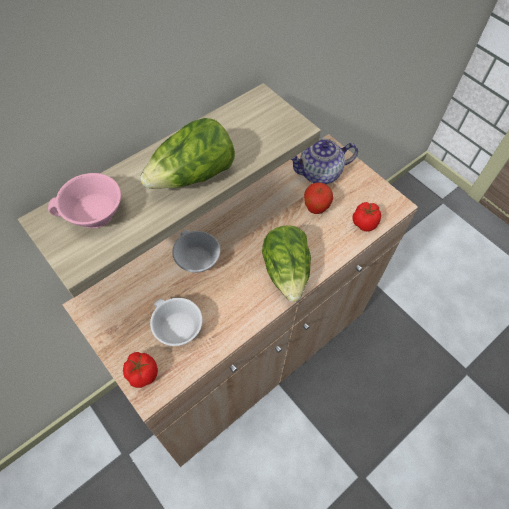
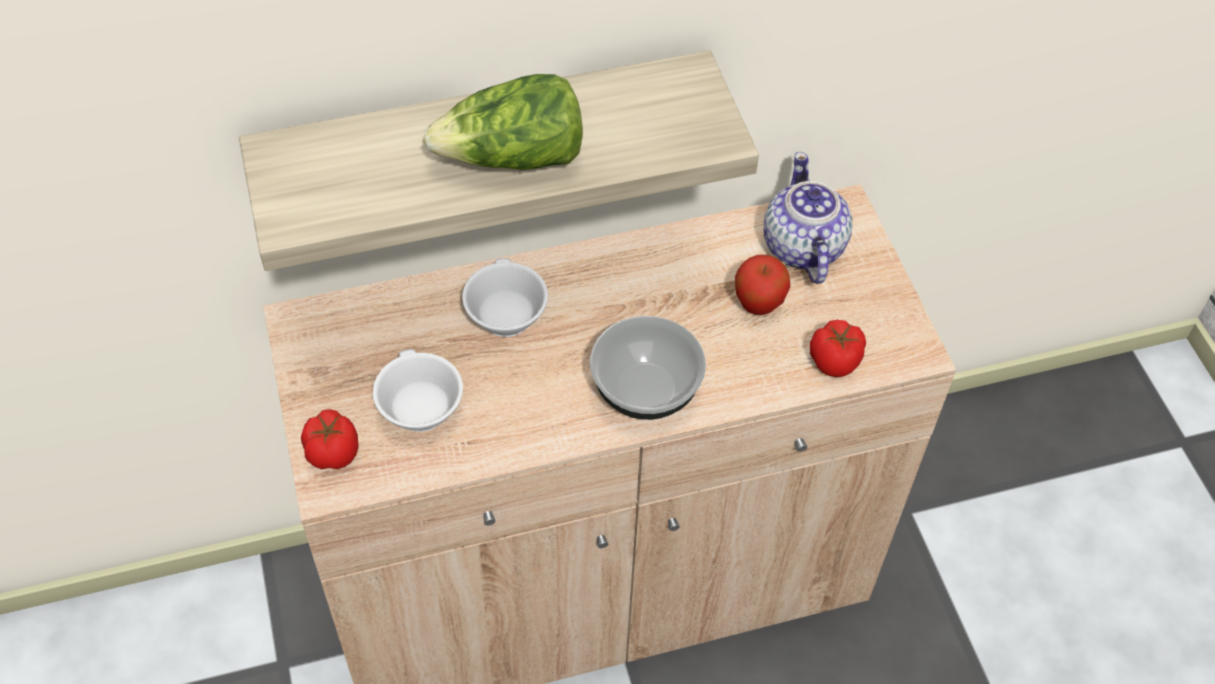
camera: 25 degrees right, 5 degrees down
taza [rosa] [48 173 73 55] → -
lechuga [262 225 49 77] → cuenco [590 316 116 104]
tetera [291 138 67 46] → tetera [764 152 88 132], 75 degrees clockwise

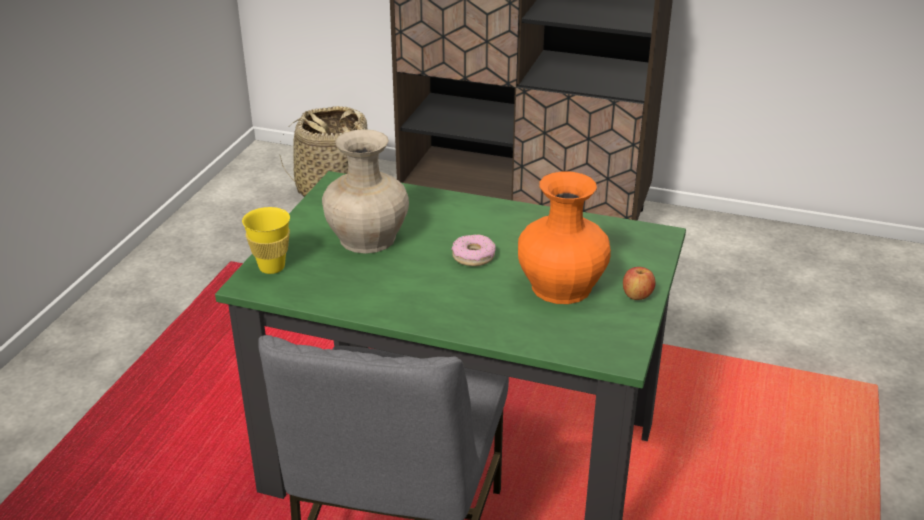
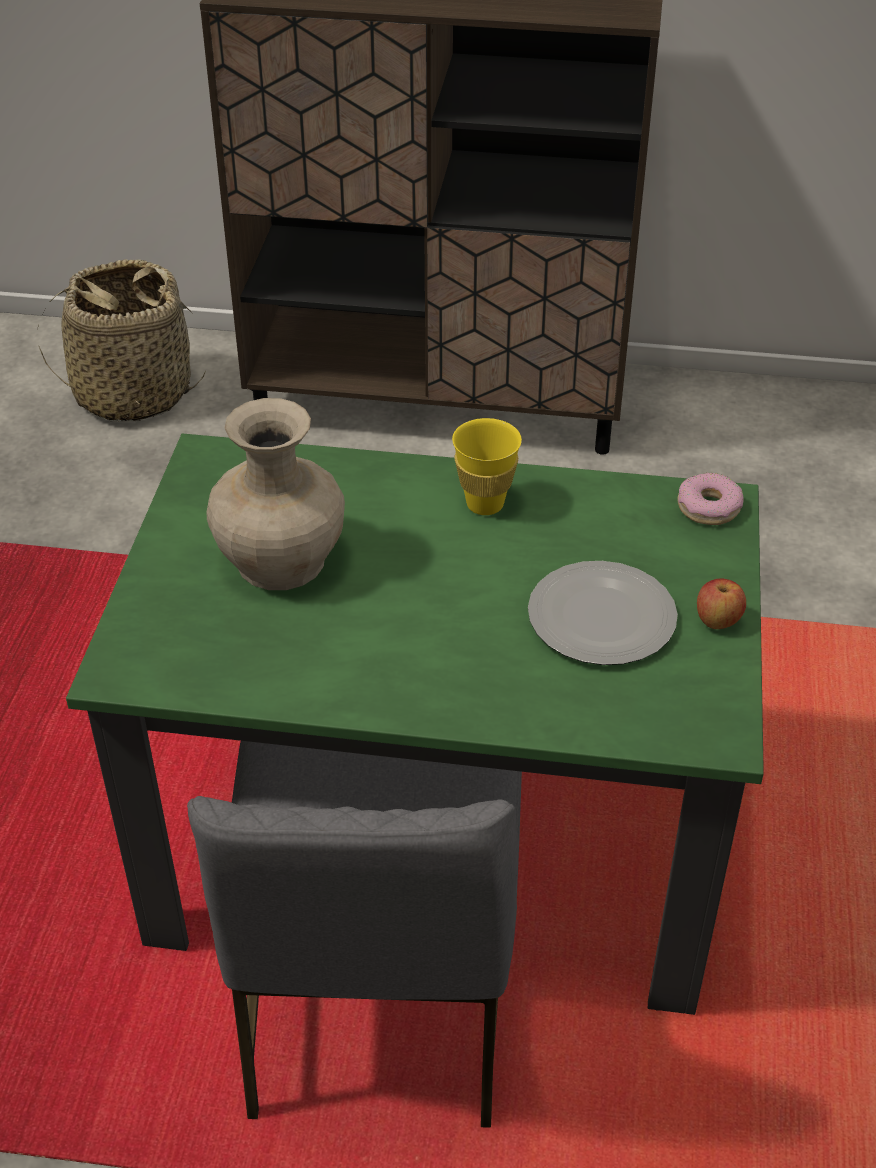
camera: 10 degrees left, 10 degrees up
taza [amarillo] [242 207 48 67] → taza [amarillo] [452 418 70 97], shifted
rosquilla [452 234 44 32] → rosquilla [677 473 67 52], shifted
florero [naranja] [518 171 93 133] → plato [528 561 150 104]

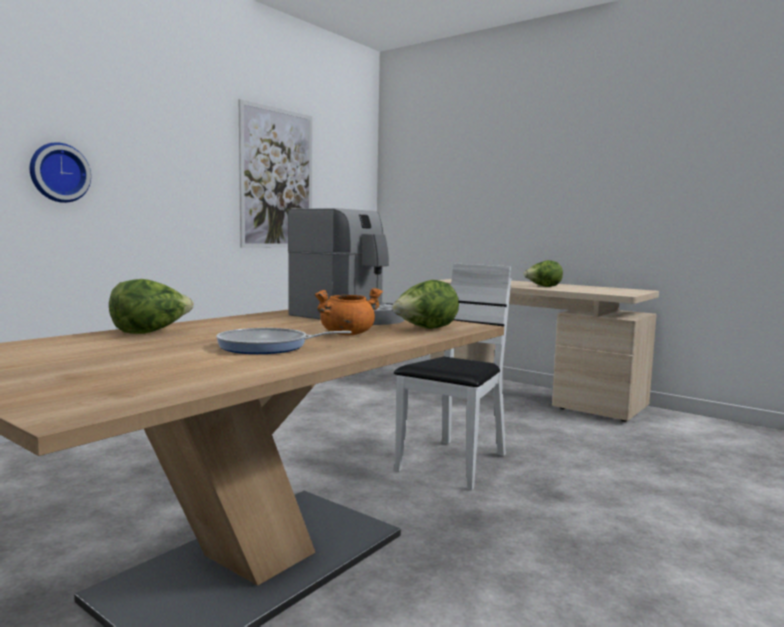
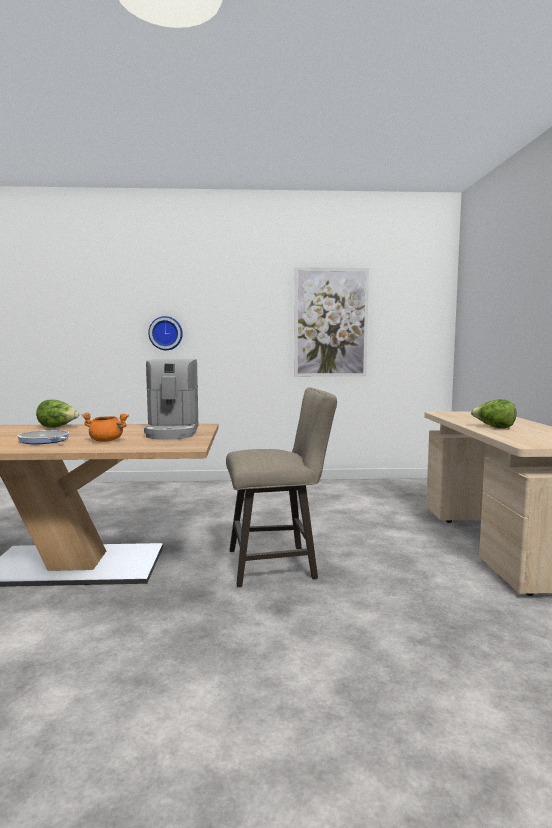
camera: 50 degrees right, 0 degrees up
lechuga [392 280 67 49] → -
silla [blanco] [394 264 117 226] → taburete [beis] [226 387 111 200]

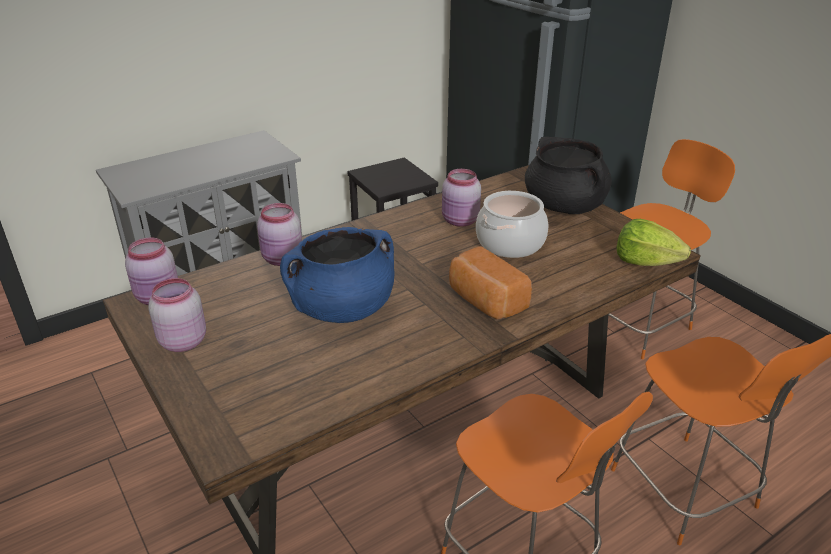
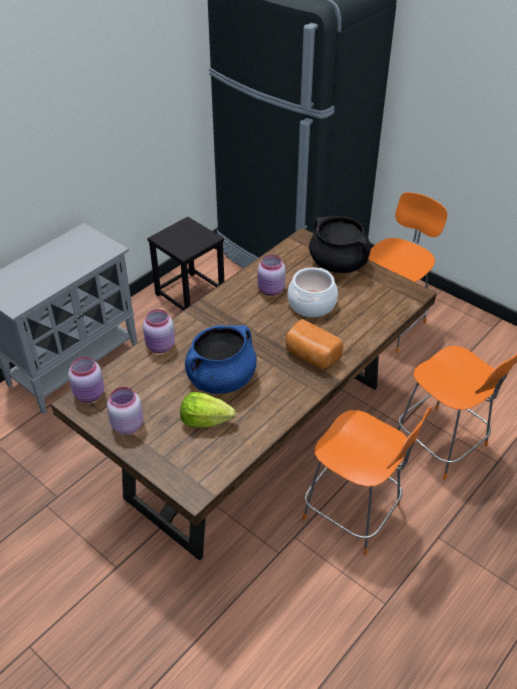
camera: 15 degrees left, 10 degrees up
lechuga [616 219 75 47] → lechuga [180 392 56 36], shifted

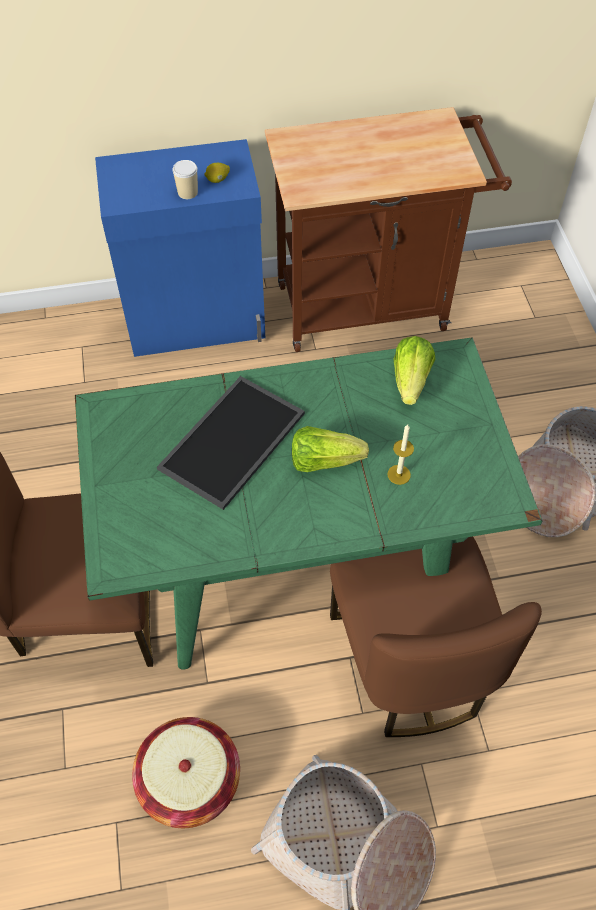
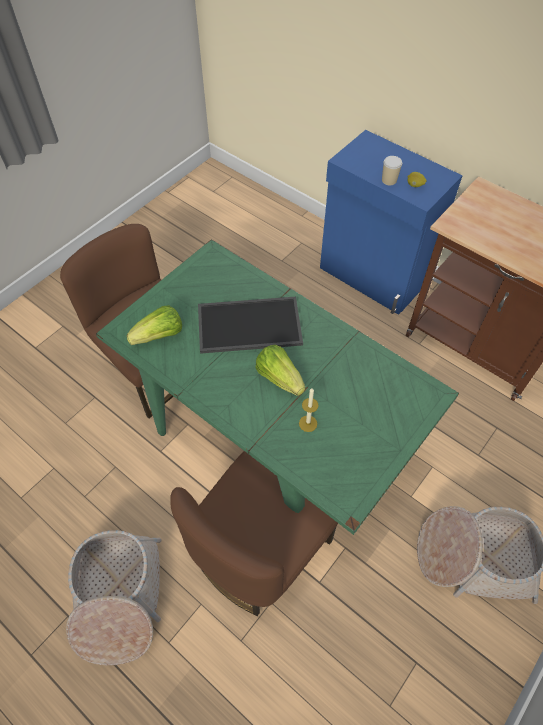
camera: 50 degrees right, 0 degrees up
cesta [132 717 108 111] → -
lechuga [394 336 42 69] → lechuga [126 305 56 40], shifted

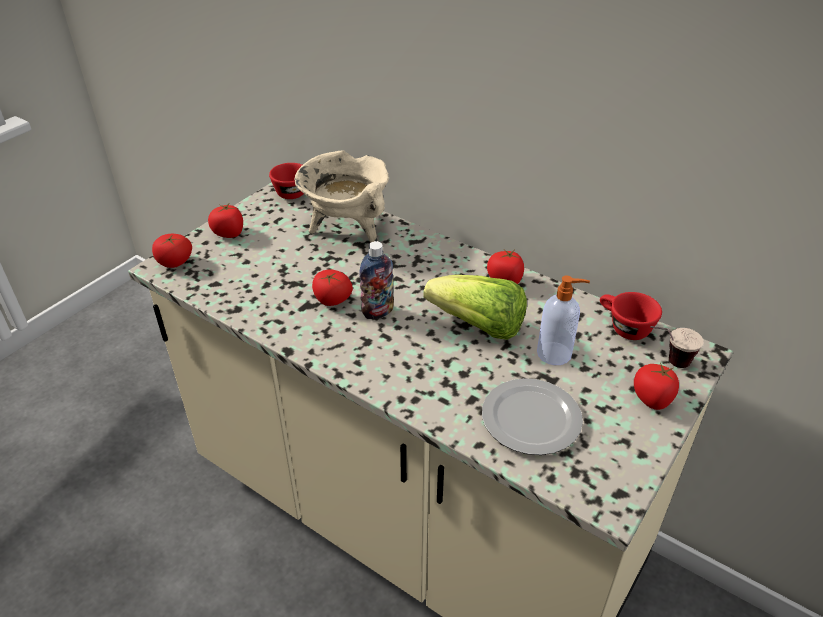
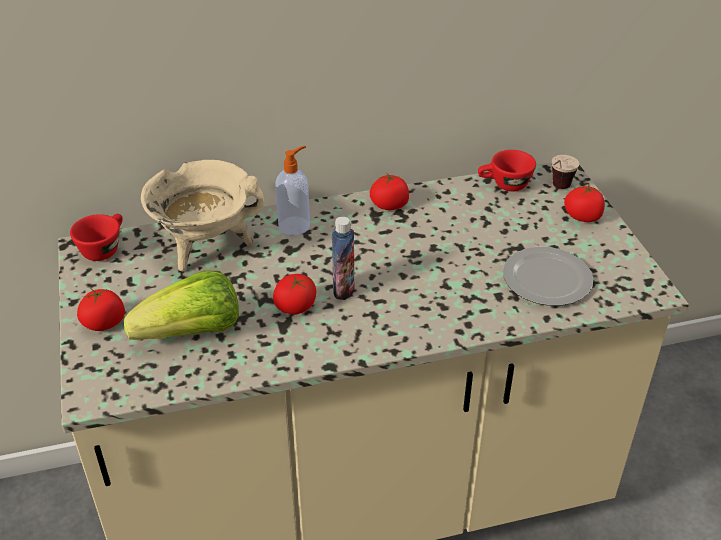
camera: 50 degrees left, 0 degrees up
tomate [152 234 40 34] → -
lechuga [423 275 104 65] → lechuga [124 270 115 70], shifted
dispensador de jabón [537 276 53 89] → dispensador de jabón [275 146 35 90], shifted

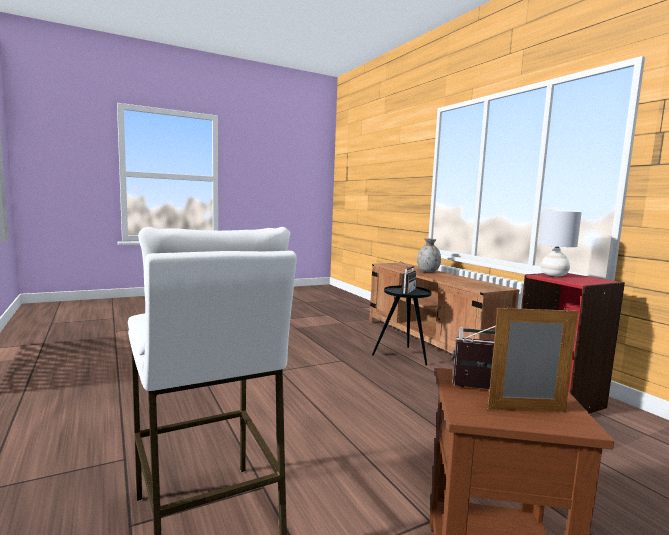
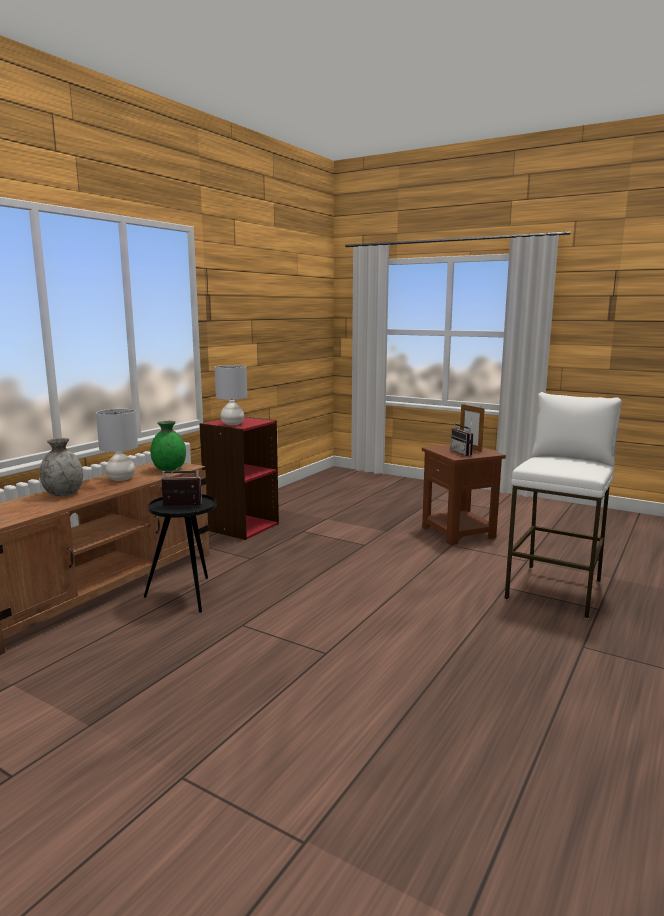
camera: 120 degrees left, 5 degrees up
- → lámpara de mesa [gris] [96 409 42 72]
- → florero [verde] [150 421 36 50]

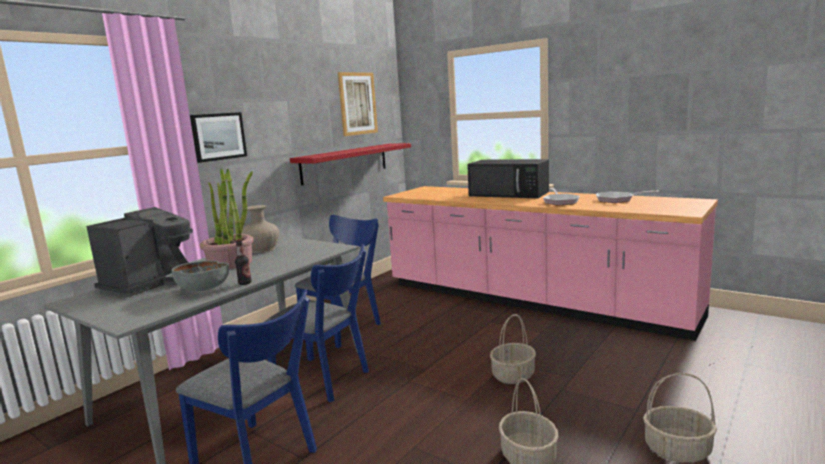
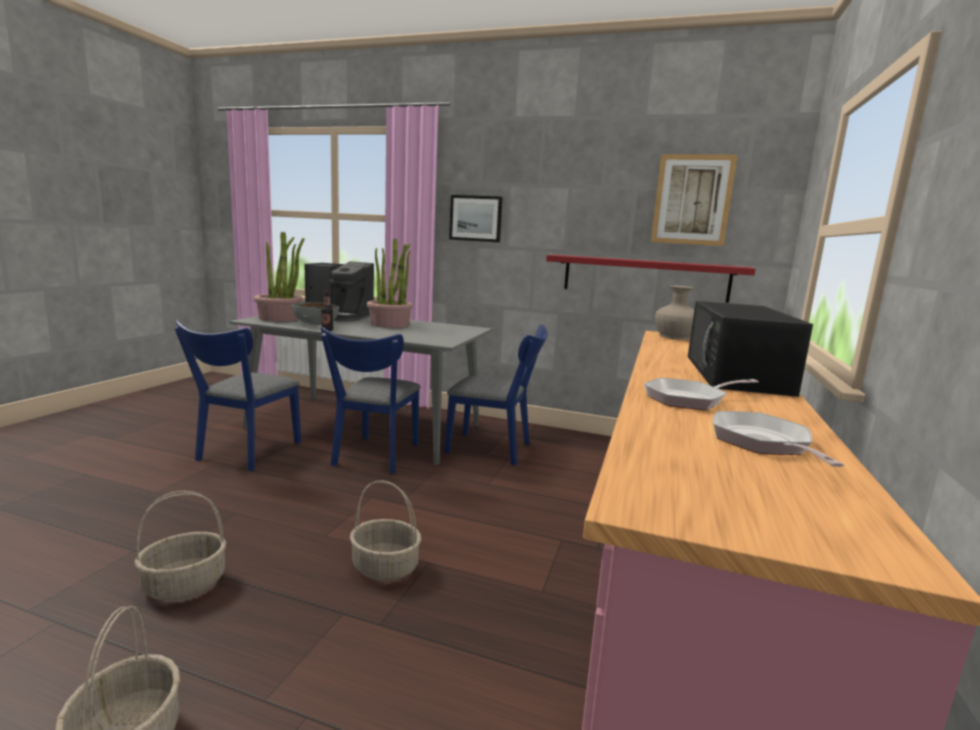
camera: 70 degrees right, 0 degrees up
- → planta en maceta [254 232 50 90]
florero [beis] [241 205 38 48] → florero [beis] [655 285 39 55], shifted

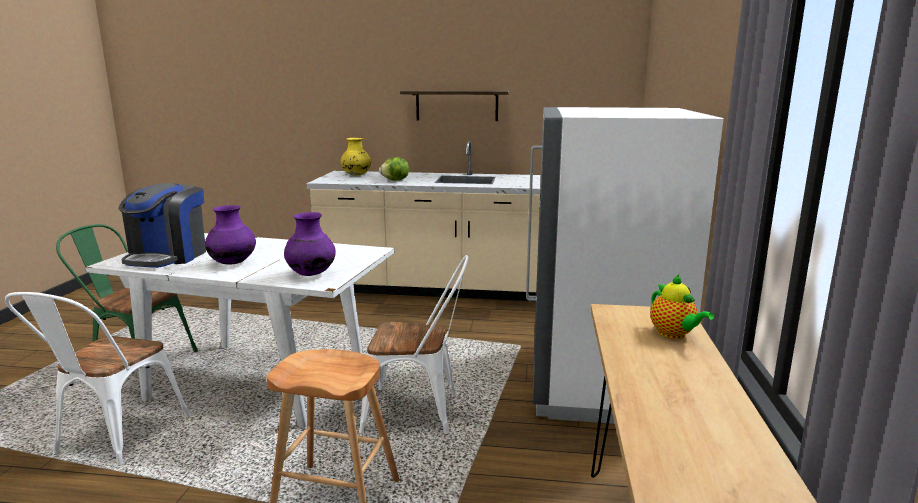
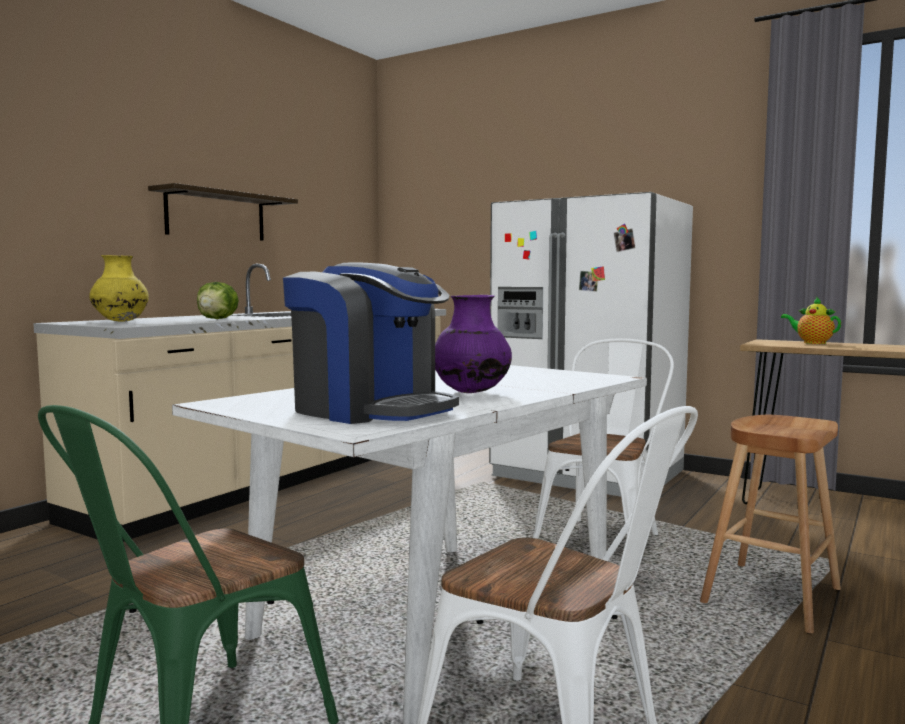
camera: 65 degrees left, 10 degrees down
florero [morado] [284 212 52 64] → -
tetera [650 275 64 64] → tetera [781 297 60 47], 135 degrees counterclockwise

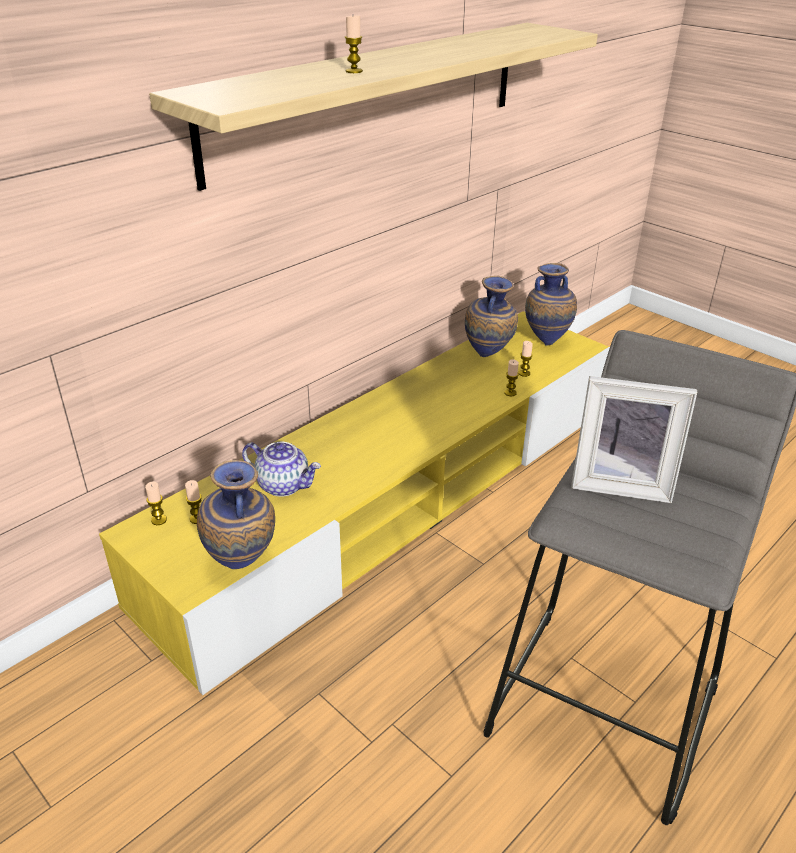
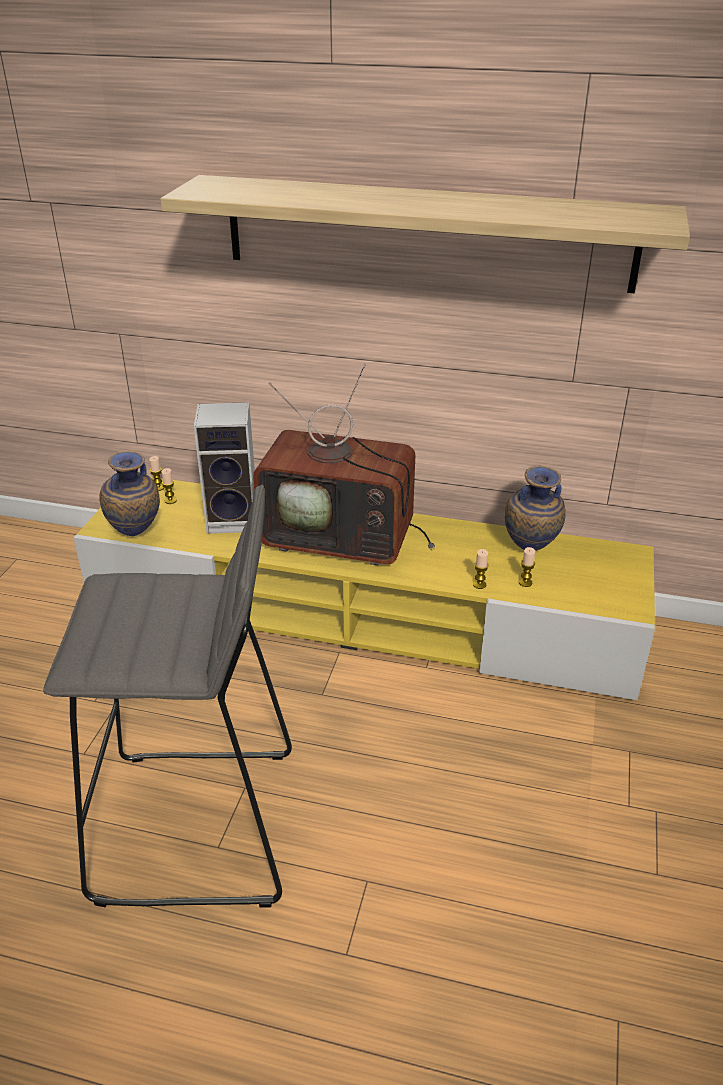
camera: 60 degrees right, 0 degrees up
vela [345 15 18 58] → -
florero [525 263 52 83] → -
portarretratos [571 376 126 127] → -
- → televisor [253 363 182 202]
tetera [242 442 79 55] → altavoz [194 402 61 132]

